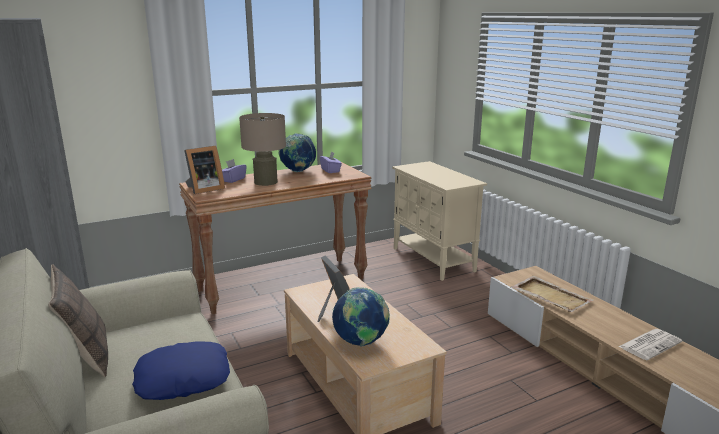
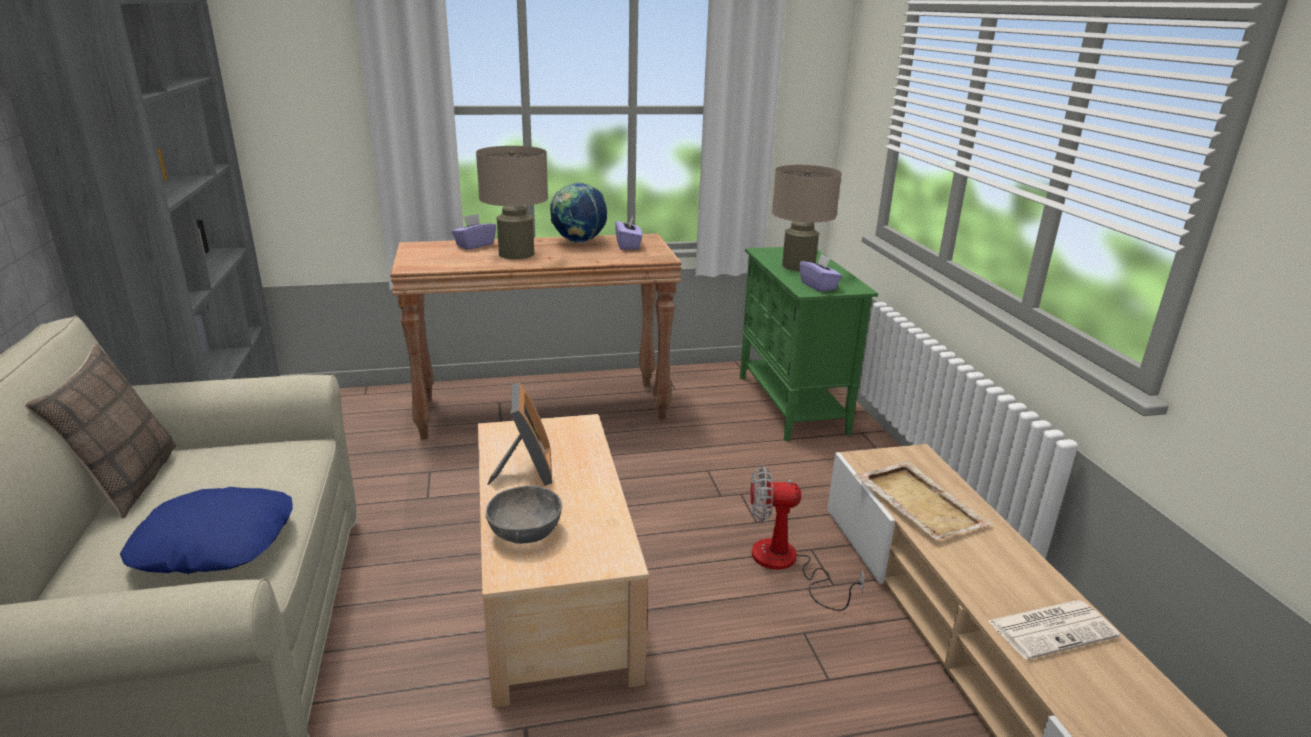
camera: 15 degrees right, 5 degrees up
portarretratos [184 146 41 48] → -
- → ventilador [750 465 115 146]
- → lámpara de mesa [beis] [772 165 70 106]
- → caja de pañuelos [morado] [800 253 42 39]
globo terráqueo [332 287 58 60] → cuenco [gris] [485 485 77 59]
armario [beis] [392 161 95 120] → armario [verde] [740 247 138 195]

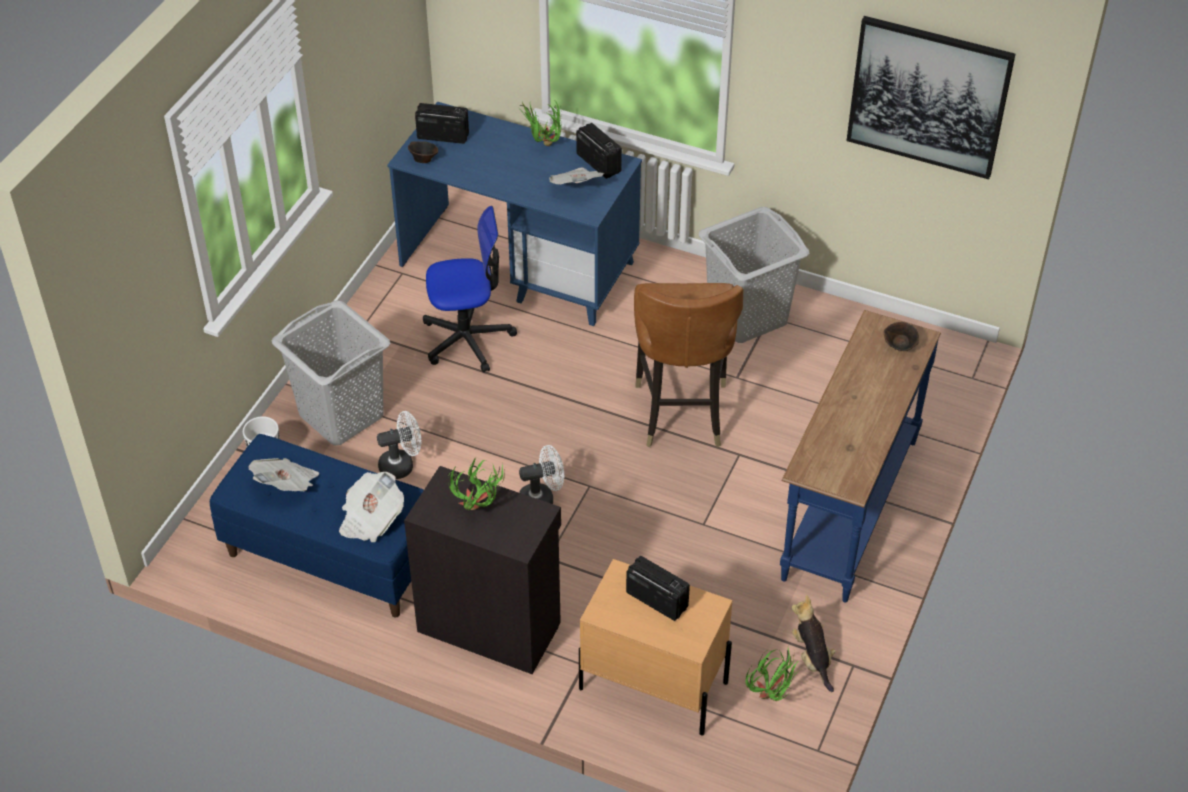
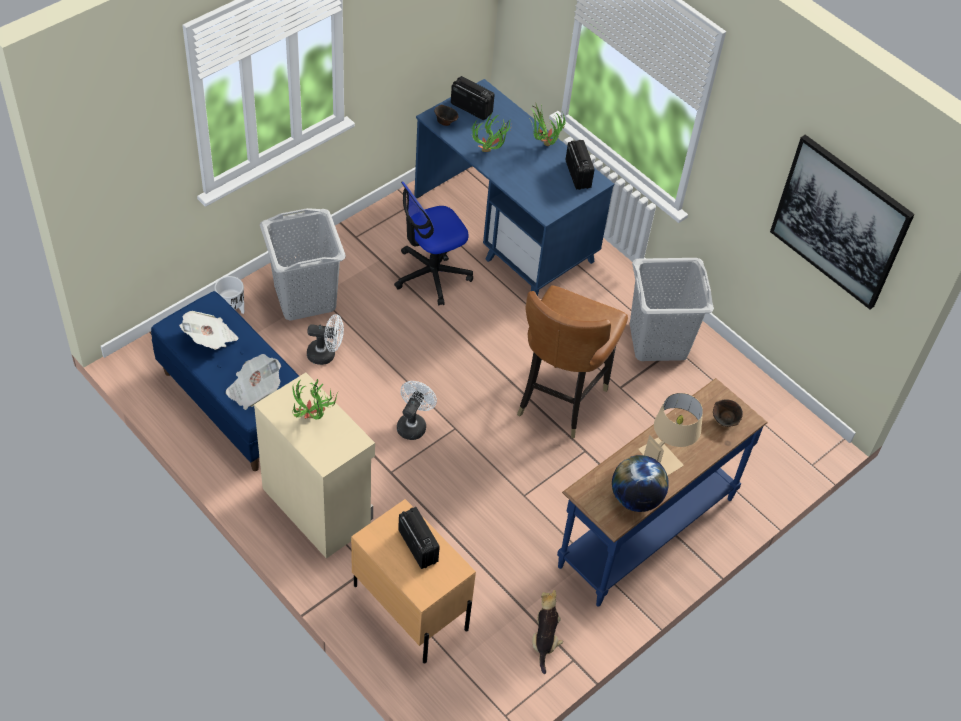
camera: 20 degrees right, 5 degrees up
periódico [549 167 55 17] → -
- → globo terráqueo [612 455 57 57]
- → lámpara de mesa [beis] [638 393 65 83]
planta en maceta [745 648 57 53] → planta en maceta [471 113 40 39], shifted
armario [negro] [404 466 157 208] → armario [beis] [254 372 121 187]
silla de oficina [423 206 94 167] → silla de oficina [394 182 79 124], 135 degrees clockwise
ventilador [blanco] [519 445 45 59] → ventilador [blanco] [397 381 40 59], 75 degrees counterclockwise

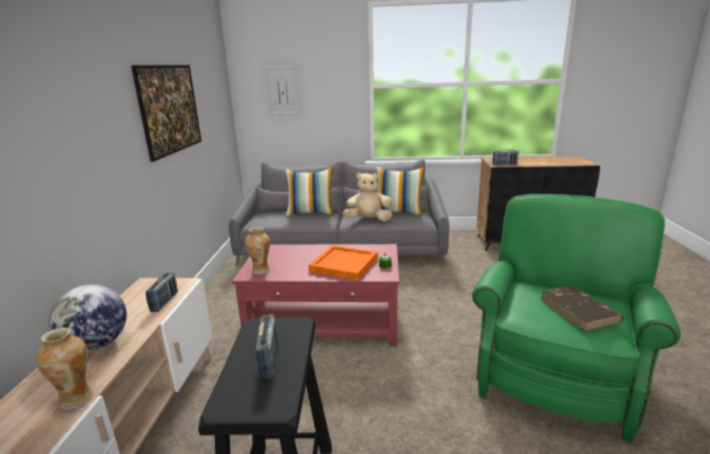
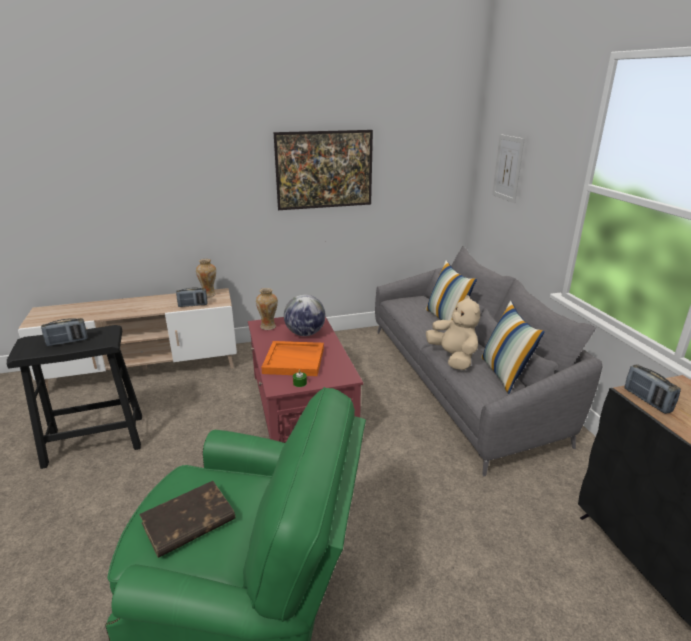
camera: 70 degrees right, 5 degrees up
florero [36 328 57 82] → florero [196 259 20 38], shifted
globo terráqueo [49 285 78 67] → globo terráqueo [284 295 42 41], shifted

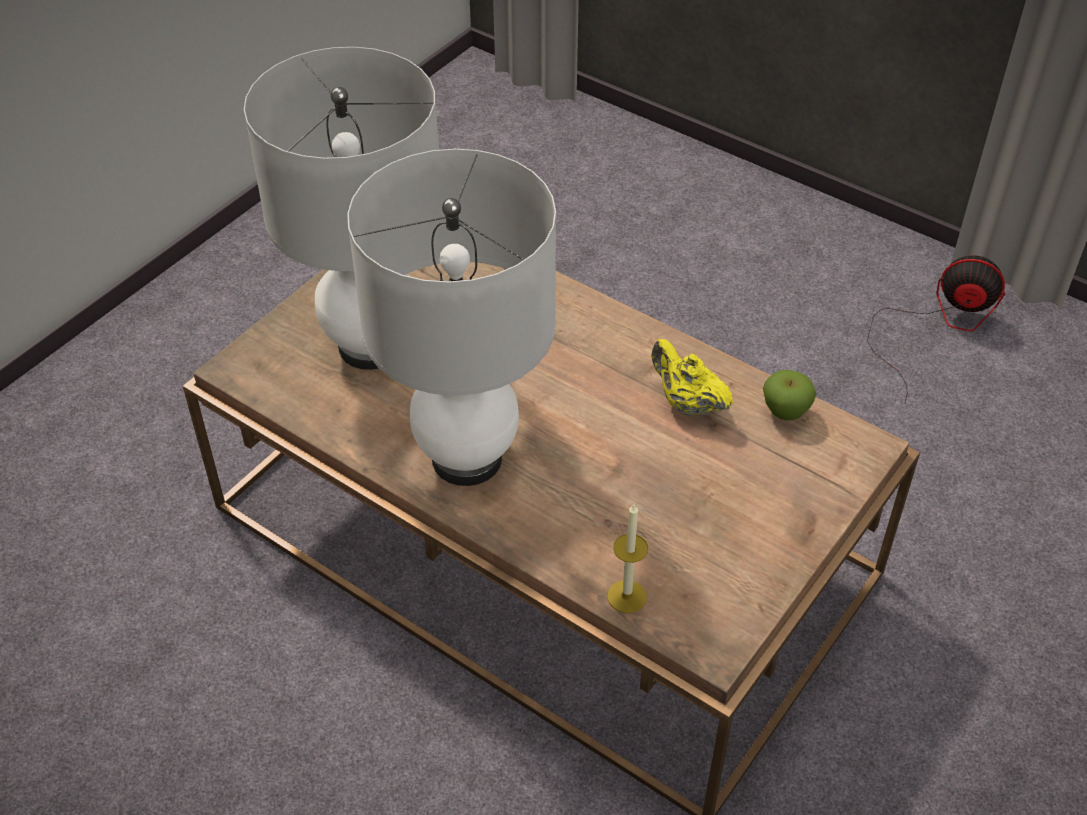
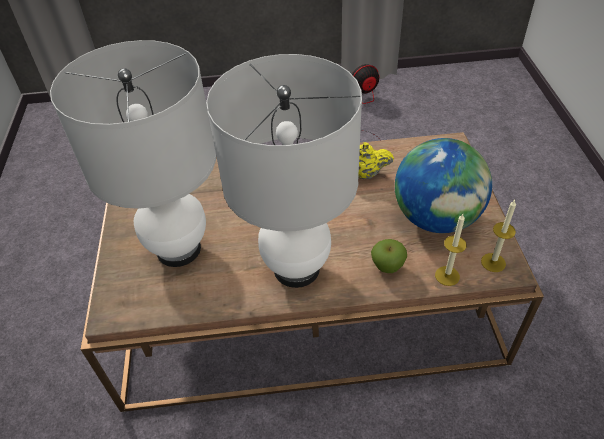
camera: 40 degrees left, 0 degrees up
- → globo terráqueo [395 138 97 95]
- → vela [481 200 35 72]
manzana [763 370 53 51] → manzana [371 239 36 34], shifted

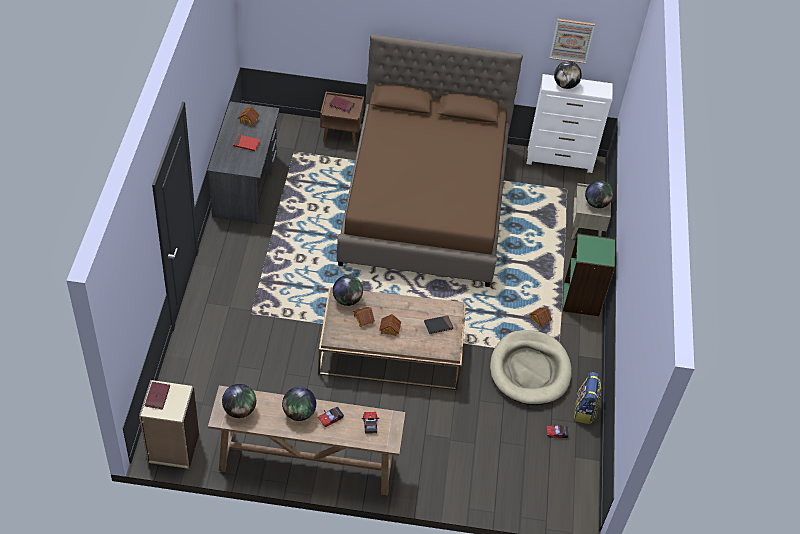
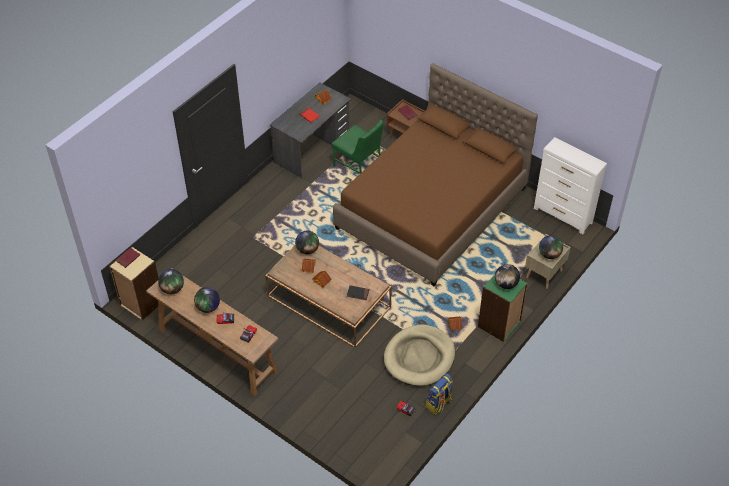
camera: 35 degrees right, 0 degrees up
cuadro [549 19 46 45] → -
- → silla [verde] [332 120 52 54]
globo terráqueo [554 61 28 28] → globo terráqueo [495 264 25 25], shifted

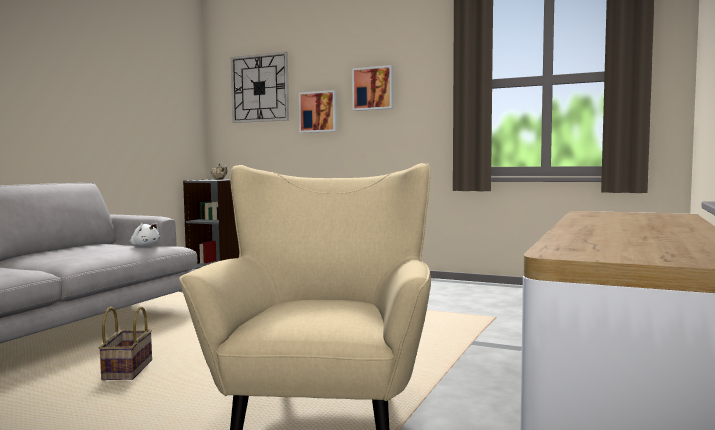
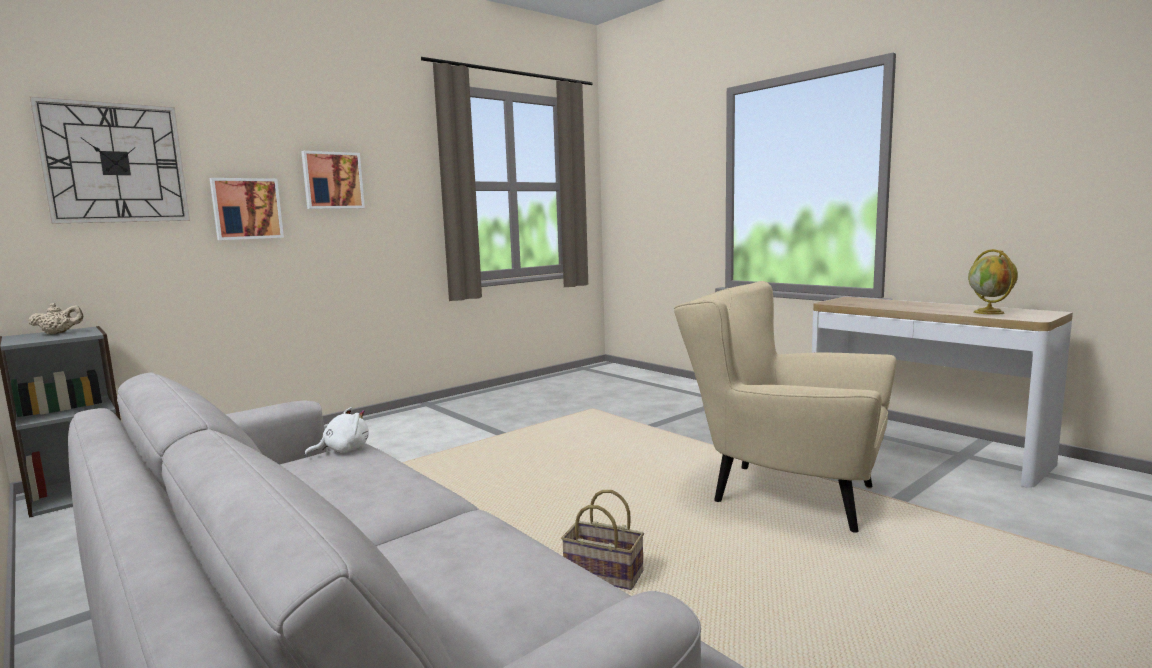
camera: 65 degrees left, 5 degrees up
- → globo terráqueo [968 249 50 66]

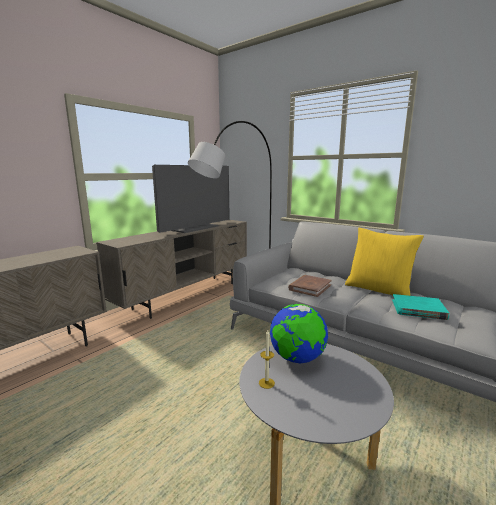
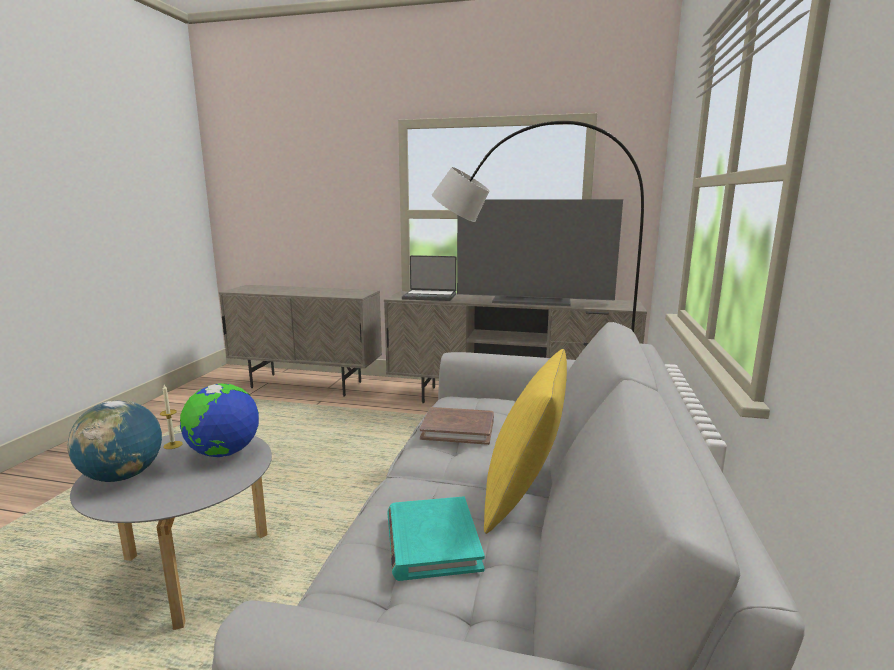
camera: 65 degrees right, 0 degrees up
- → globo terráqueo [67 400 95 82]
- → portátil [402 255 55 46]

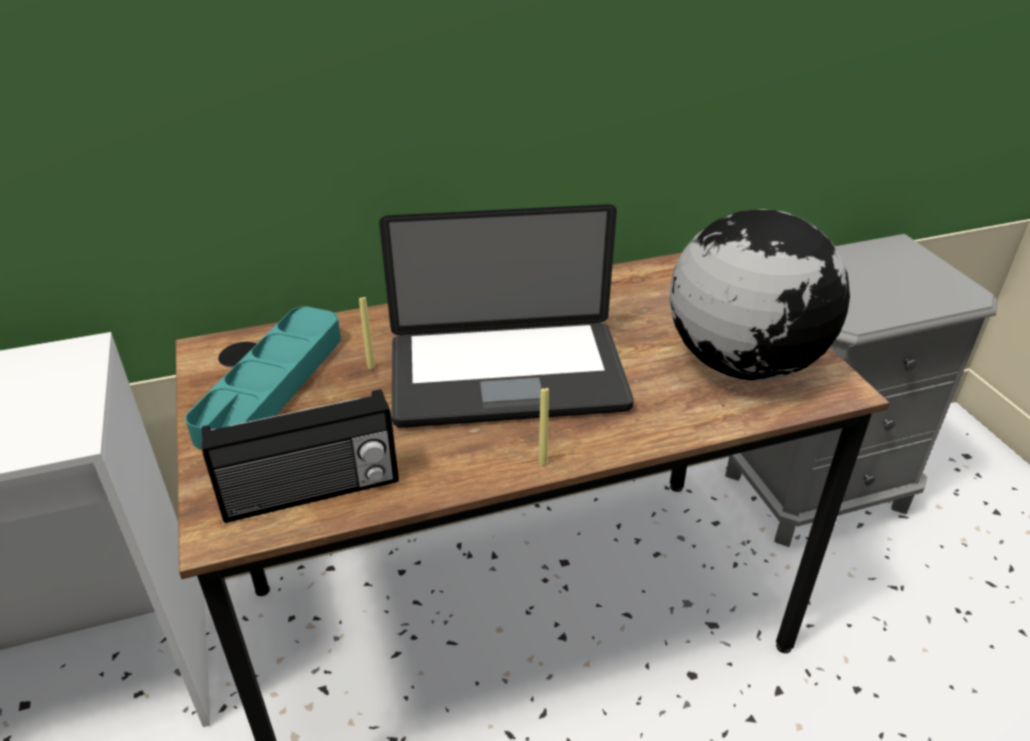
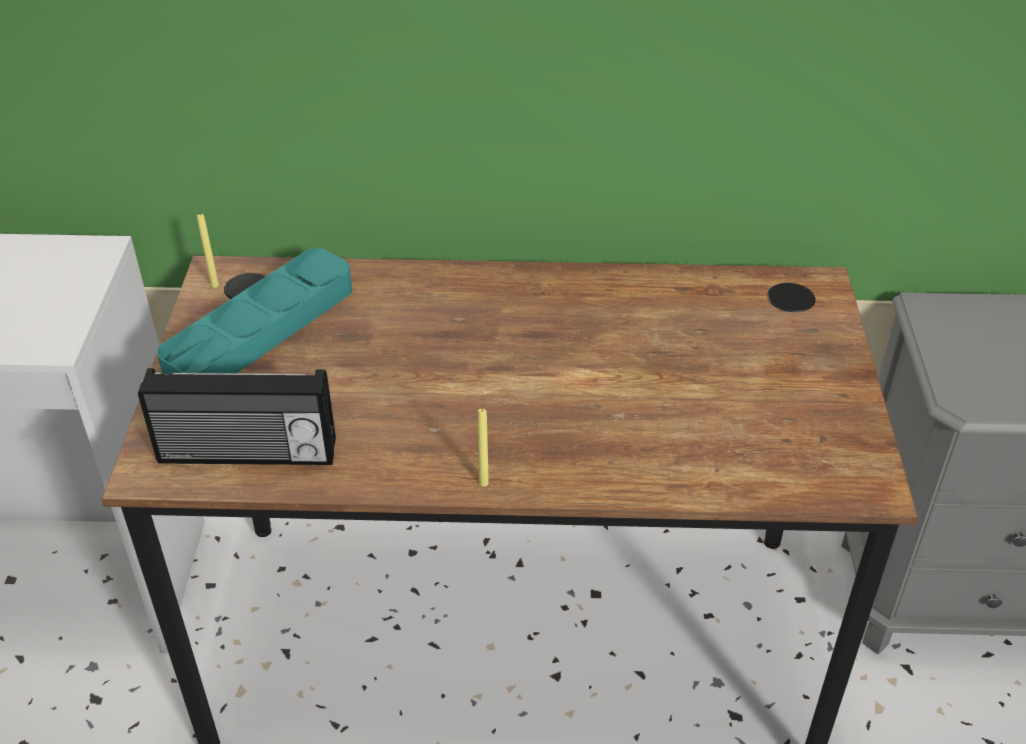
camera: 20 degrees right, 5 degrees up
portátil [379 204 255 224] → -
globo terráqueo [670 209 180 171] → -
vela [amarillo] [359 297 16 72] → vela [amarillo] [197 214 22 74], shifted

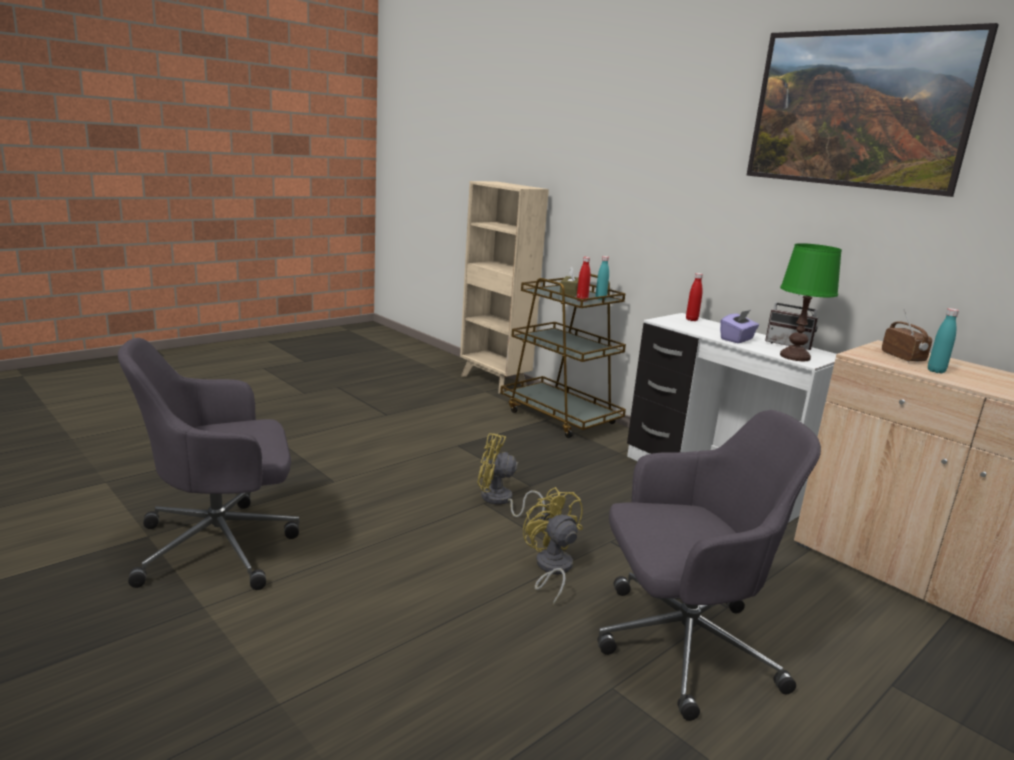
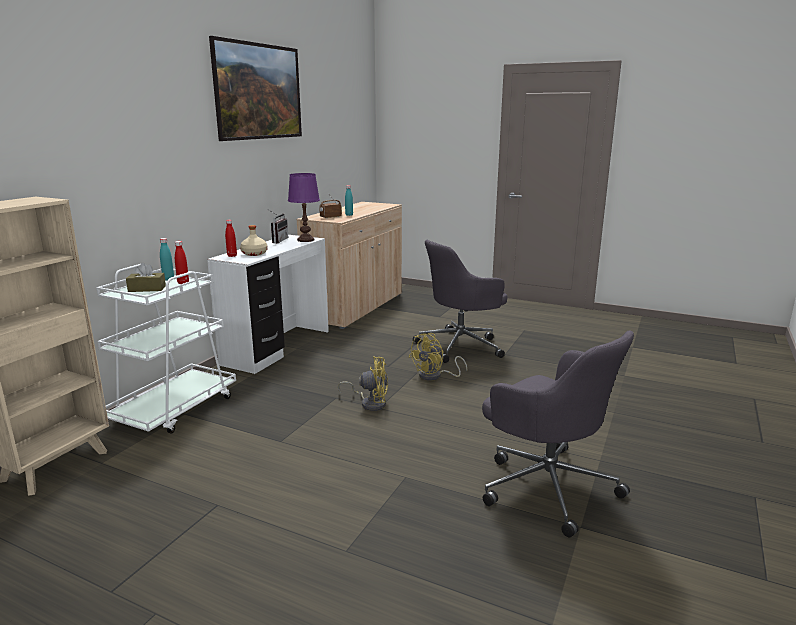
camera: 110 degrees left, 0 degrees up
caja de pañuelos [morado] [720 310 39 33] → -
- → botella [beis] [240 225 28 31]
carrito [marrón] [500 274 126 164] → carrito [blanco] [96 264 140 170]
lámpara de mesa [verde] [780 243 62 118] → lámpara de mesa [morado] [288 173 32 69]
ventilador [amarillo] [477 433 68 86] → ventilador [amarillo] [338 356 50 55], 75 degrees counterclockwise
silla de oficina [gris] [597 410 224 311] → silla de oficina [gris] [413 240 94 123], 90 degrees counterclockwise

